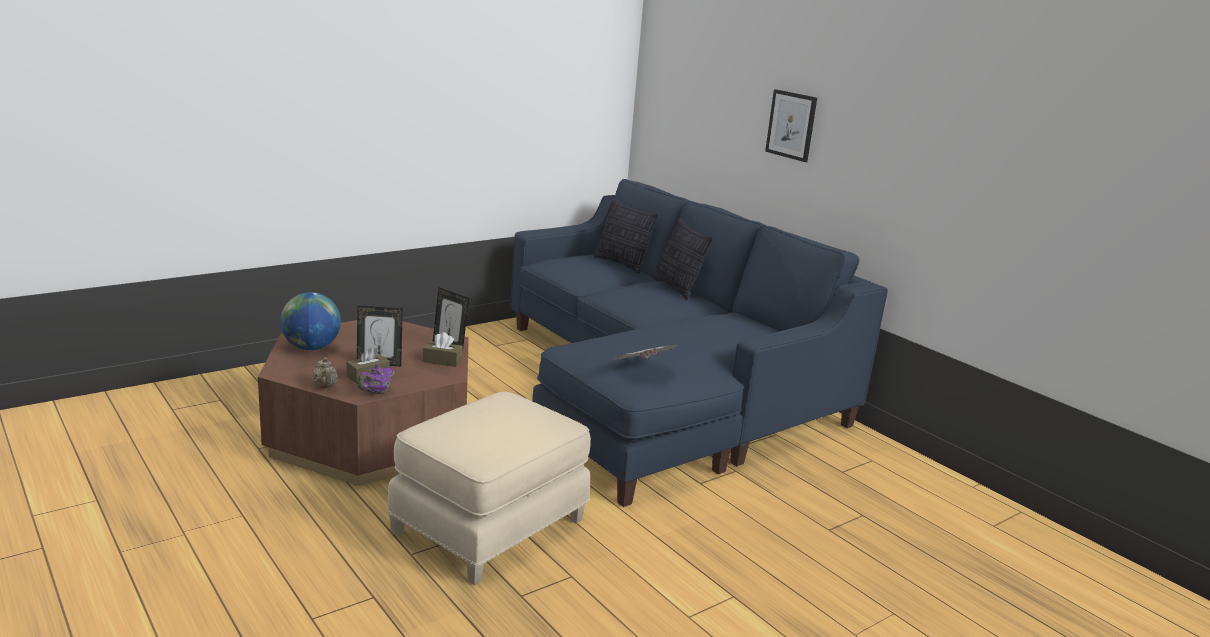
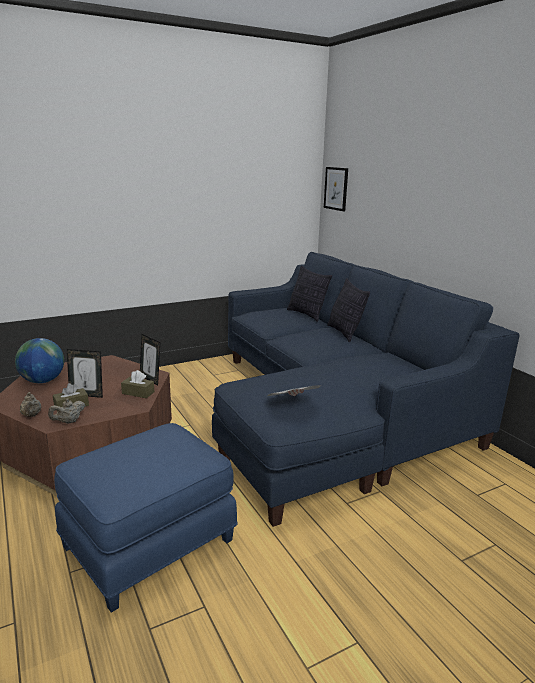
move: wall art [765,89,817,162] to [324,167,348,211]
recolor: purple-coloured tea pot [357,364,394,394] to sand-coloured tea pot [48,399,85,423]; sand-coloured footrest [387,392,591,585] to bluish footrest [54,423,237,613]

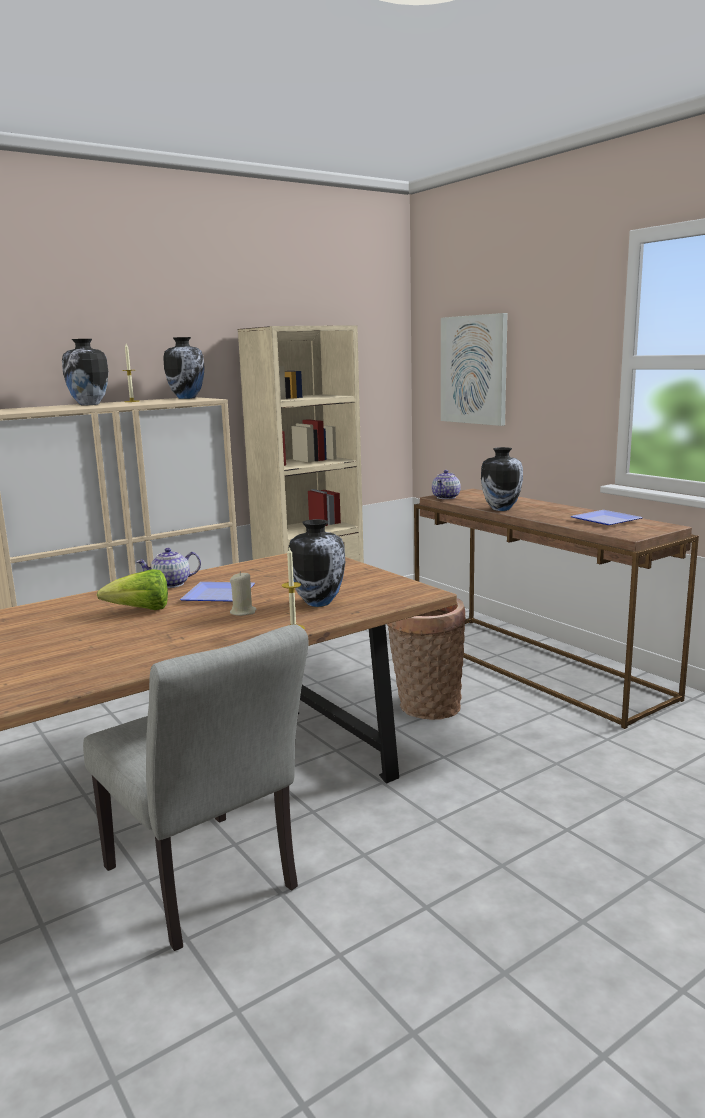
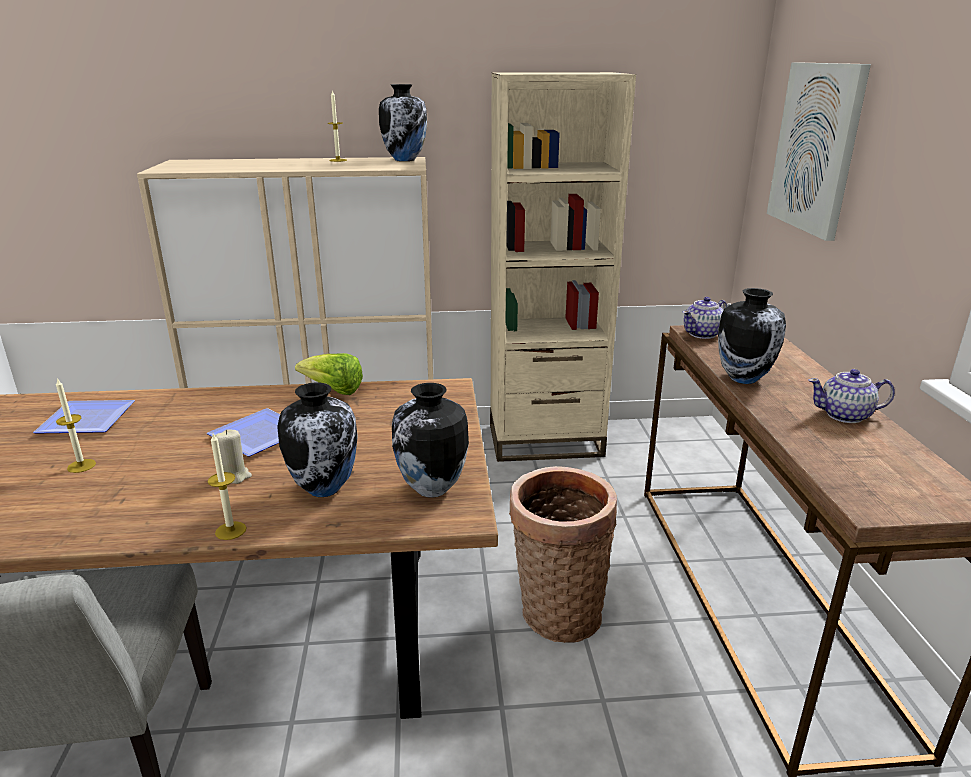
insert: wax candle [56,378,96,473]
move: vase [62,339,108,405] to [392,383,469,498]; plate [571,510,643,525] to [33,400,135,434]; tea pot [136,548,201,588] to [808,369,895,423]; lettuce [97,569,168,610] to [295,353,363,395]

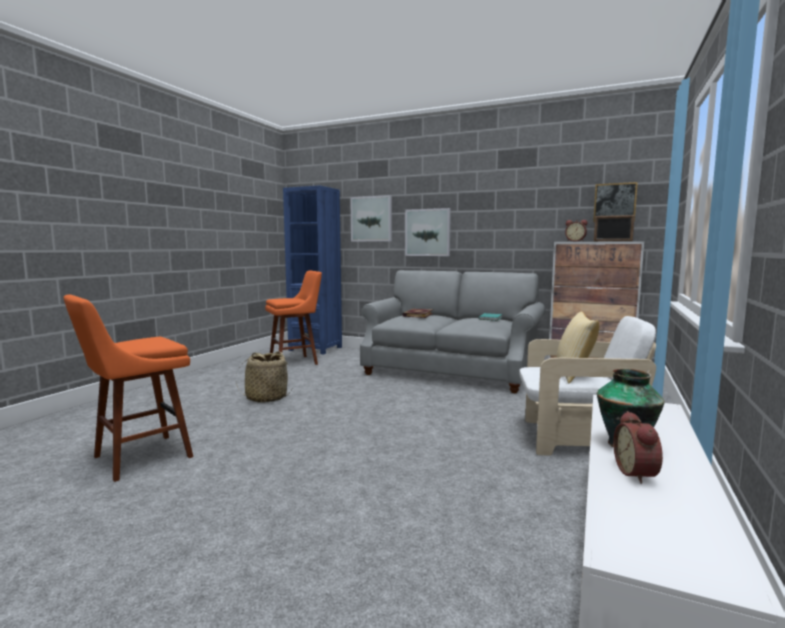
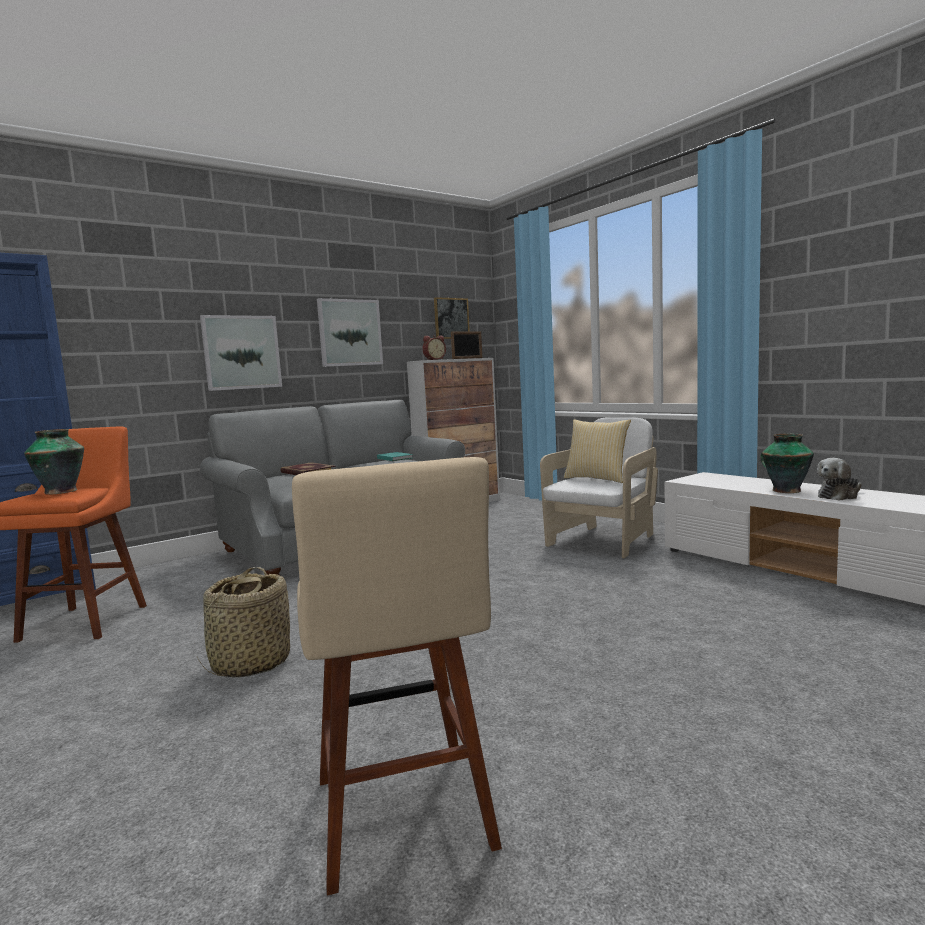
insert: vase [24,429,84,495]
move: wall art [350,195,392,242] to [317,298,383,367]
replace: table clock [613,411,663,484] to cuddly toy [817,458,862,501]
recolor: orange-coloured sitting stool [63,294,193,482] to sand-coloured sitting stool [292,457,502,896]

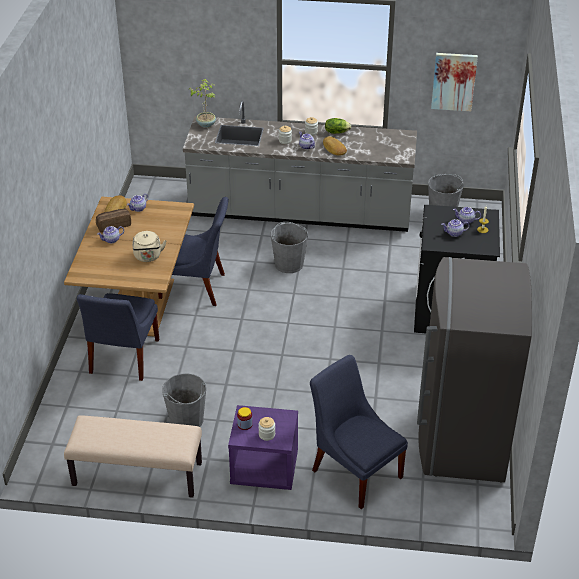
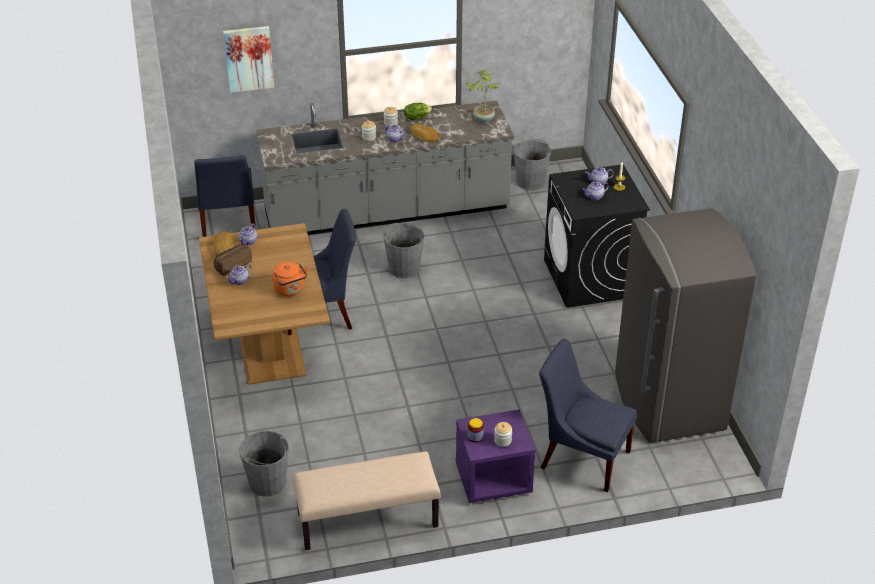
move: wall art [431,53,478,111] to [223,26,274,93]; plant in a pot [188,79,216,128] to [466,70,499,122]; bluish upright chair [77,293,159,381] to [194,155,256,237]; greyish bucket [162,373,206,427] to [239,431,288,497]
recolor: sand-coloured tea kettle [132,231,167,262] to orange-coloured tea kettle [272,262,308,296]

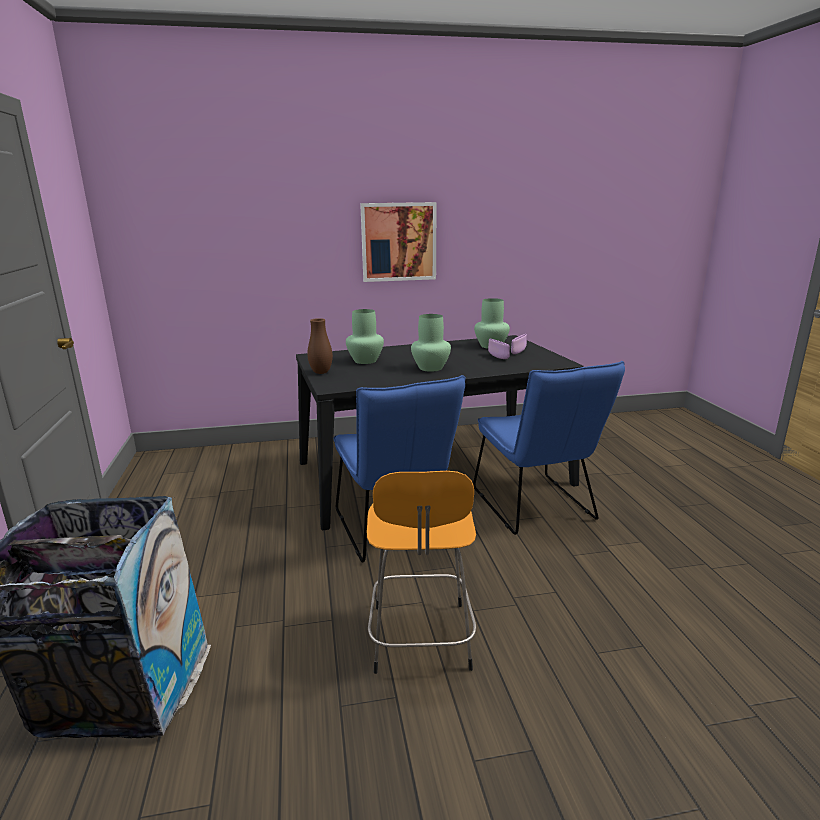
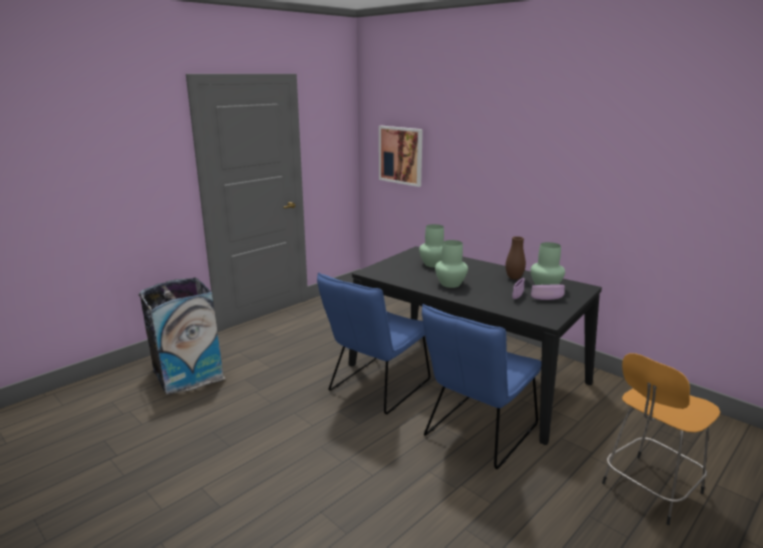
move: wall art [360,202,436,282] to [379,126,423,187]; brown-coloured vase [307,318,333,374] to [506,236,526,280]; orange-coloured sitting stool [367,471,476,674] to [602,353,720,525]

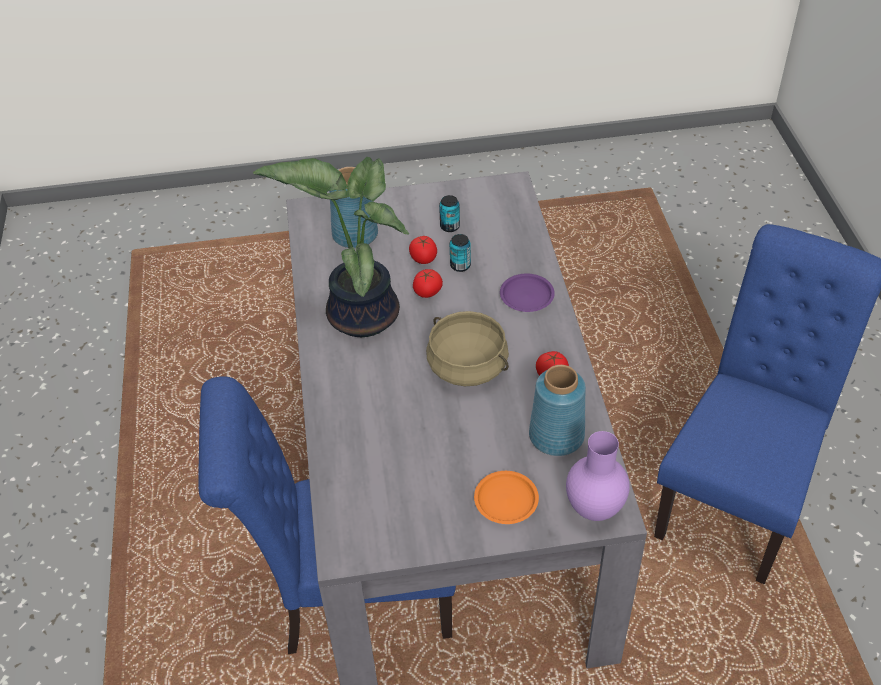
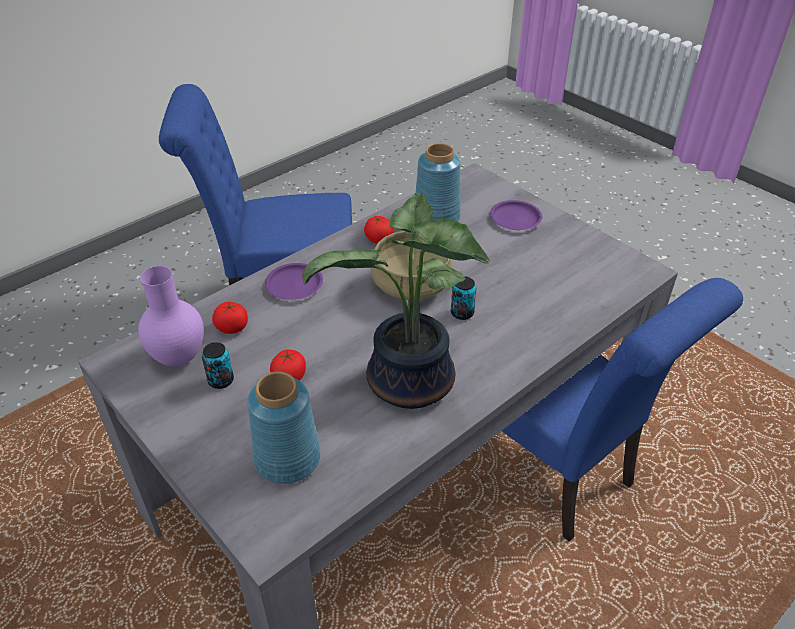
move: can [450,234,471,272] to [451,276,477,320]; fresh tomato [413,269,443,298] to [212,302,248,334]; purple-coloured vase [566,431,630,521] to [138,266,204,366]
recolor: orange-coloured plate [474,471,539,524] to purple-coloured plate [490,200,542,230]

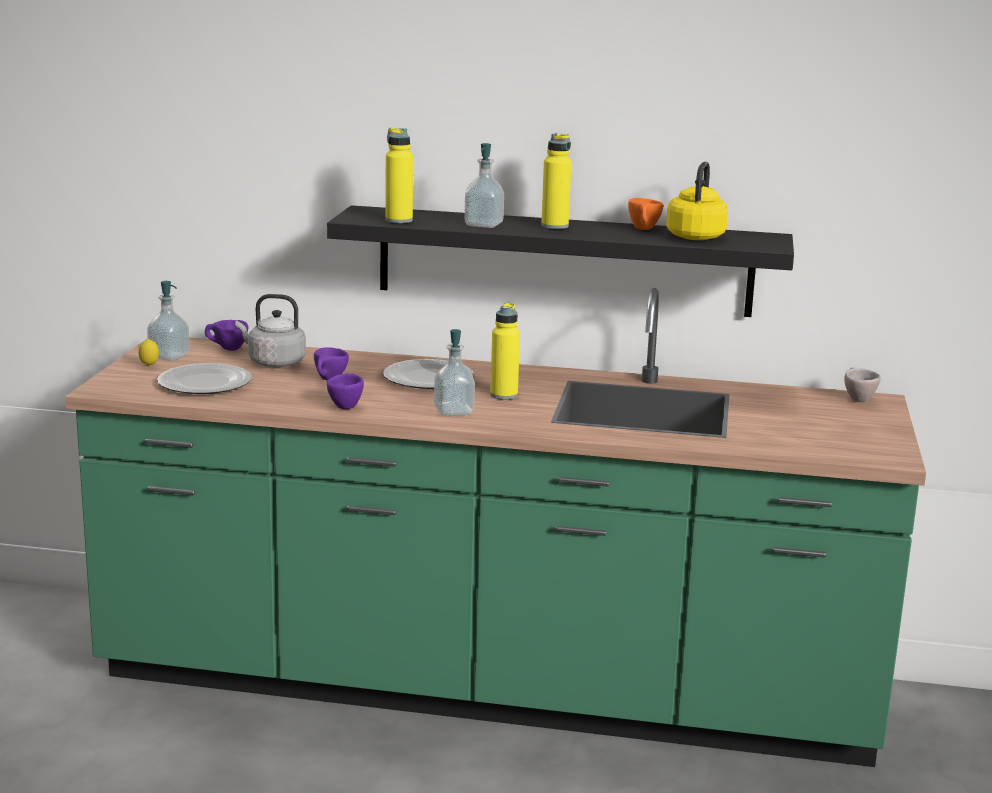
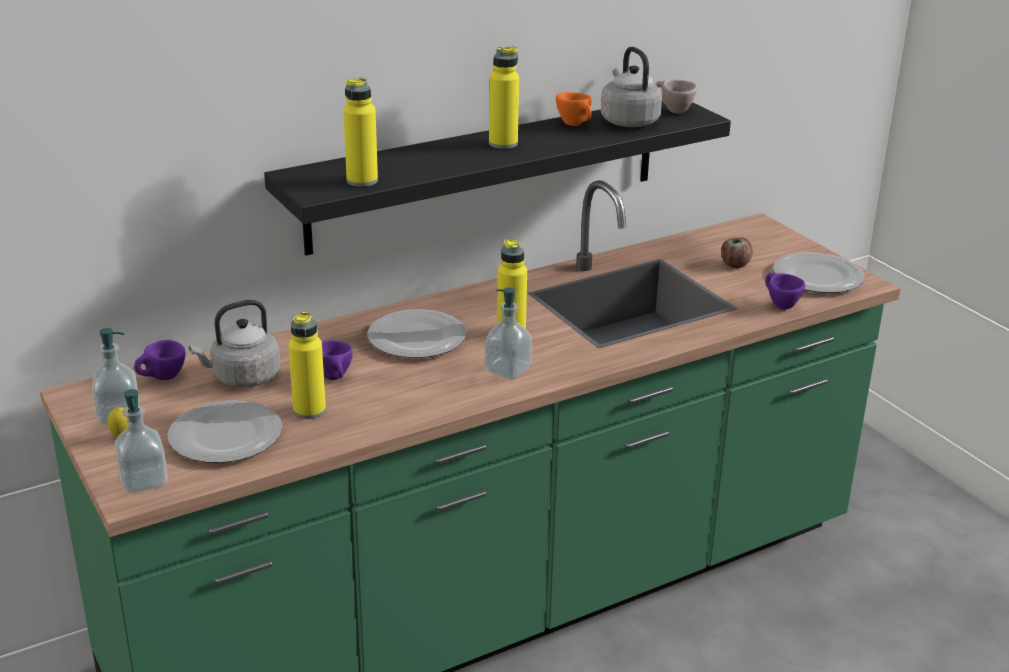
insert: whole apple [721,237,753,268]; plate [773,252,865,293]; yellow-coloured bottle [288,311,326,419]
move: soap dispenser [464,143,504,228] to [114,389,168,493]; sand-coloured cup [844,367,881,402] to [656,79,697,114]; purple-coloured cup [327,373,364,409] to [765,273,805,310]
recolor: yellow-coloured tea kettle [666,162,728,240] to greyish tea kettle [601,47,662,127]

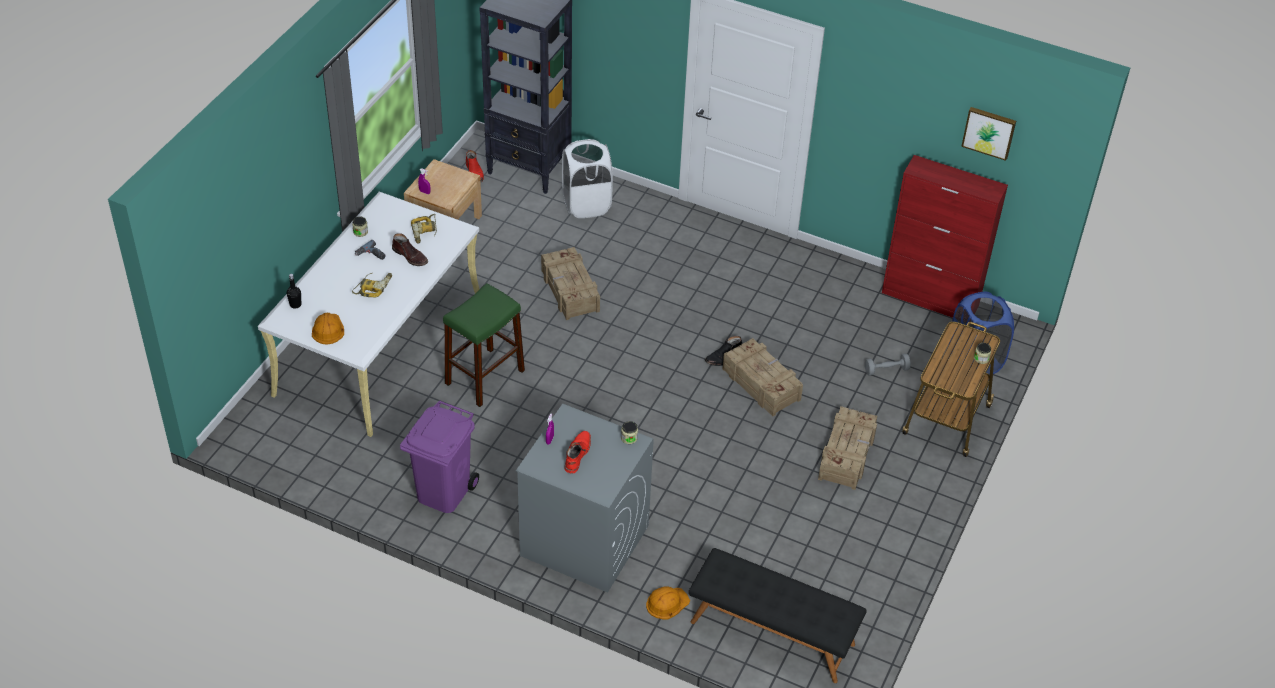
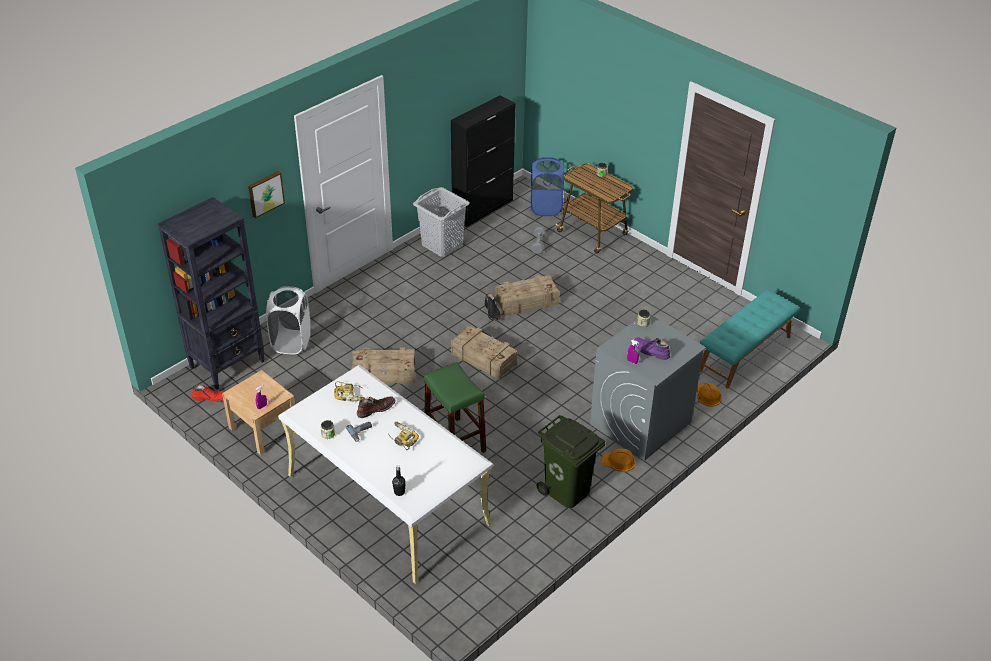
insert: greyish laundry basket [413,187,470,257]
move: wall art [961,107,1016,161] to [248,171,285,218]; orange-coloured hard hat [312,313,344,344] to [601,448,636,472]; packing crate [818,406,877,490] to [451,326,518,380]
recolor: red storage cabinet [882,155,1008,318] to black-coloured storage cabinet [451,95,516,227]; purple-coloured trash can [400,401,479,513] to green trash can [536,415,605,508]; red boot [565,431,591,474] to purple-coloured boot [634,337,670,360]; black-coloured bench [689,548,866,683] to turquoise-coloured bench [700,290,800,389]

